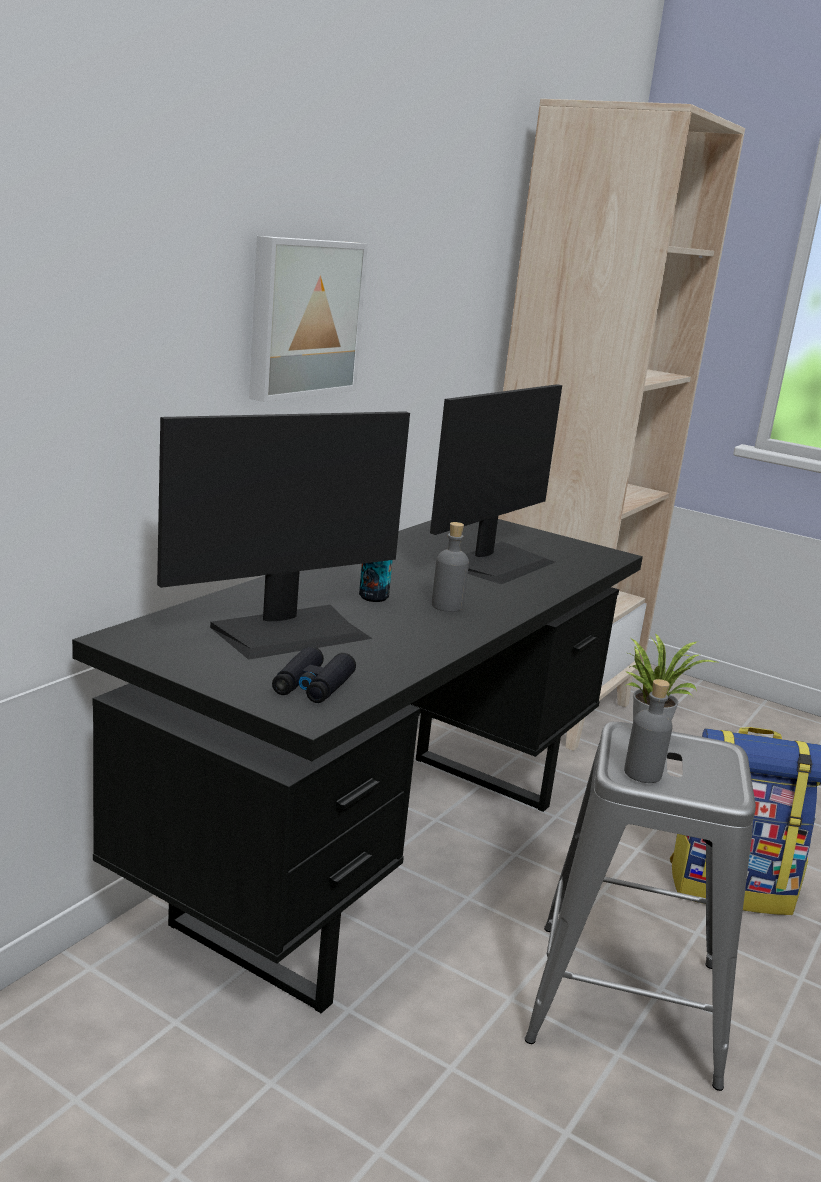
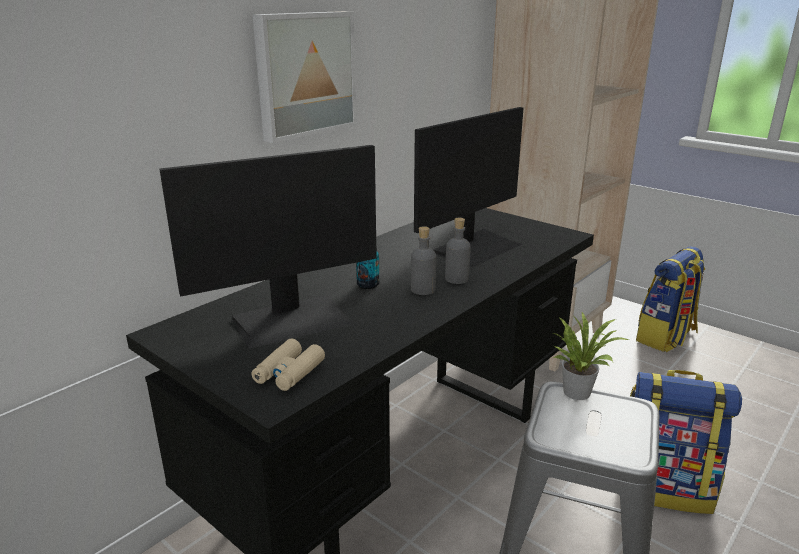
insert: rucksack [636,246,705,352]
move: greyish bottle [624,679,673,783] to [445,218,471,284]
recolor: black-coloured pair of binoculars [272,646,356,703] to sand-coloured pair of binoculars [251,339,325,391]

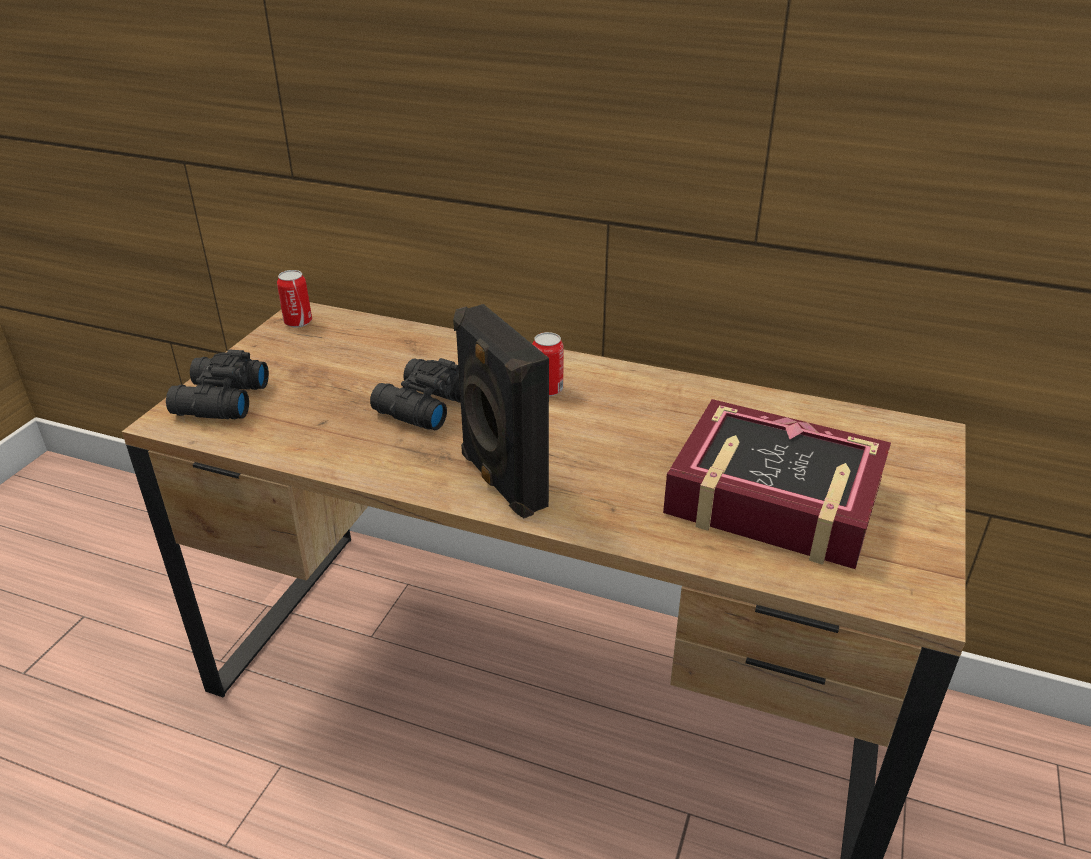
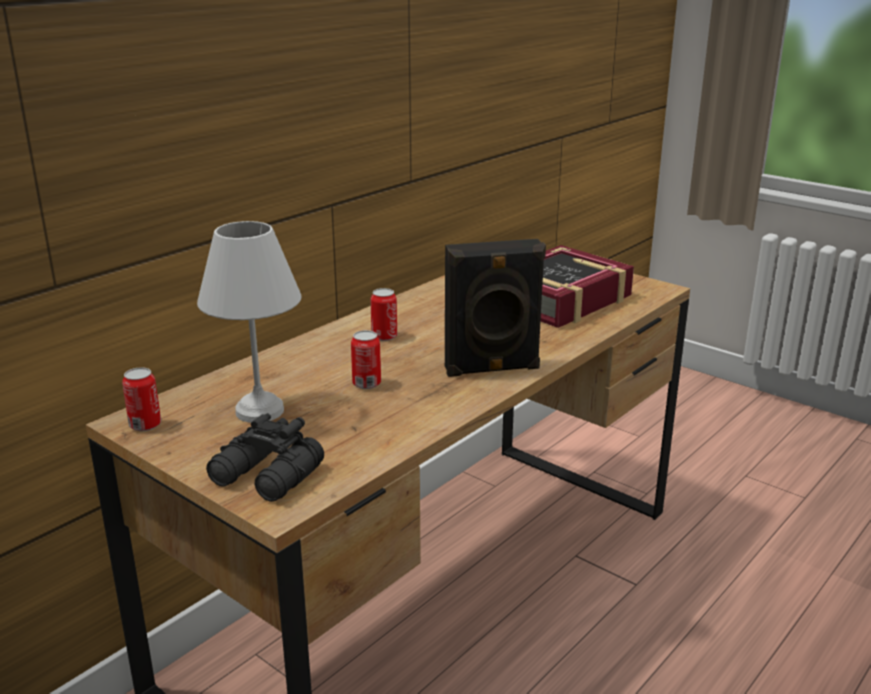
insert: white lamp for a table [197,221,301,423]
replace: black-coloured pair of binoculars [370,358,461,430] to can [351,330,381,389]

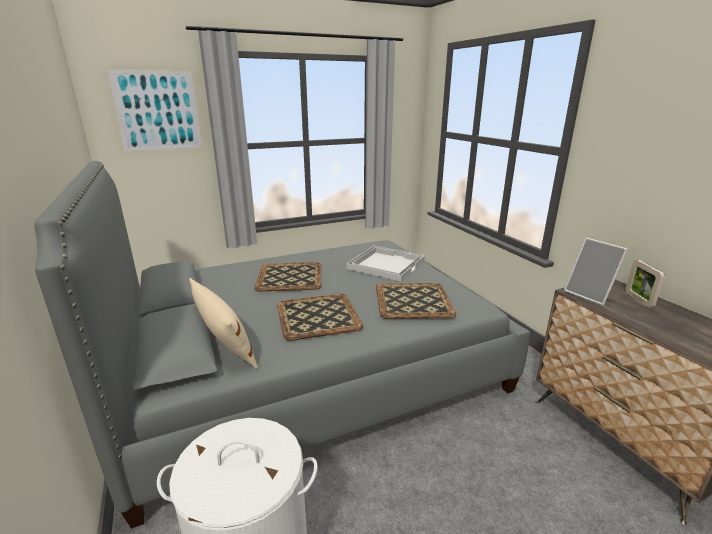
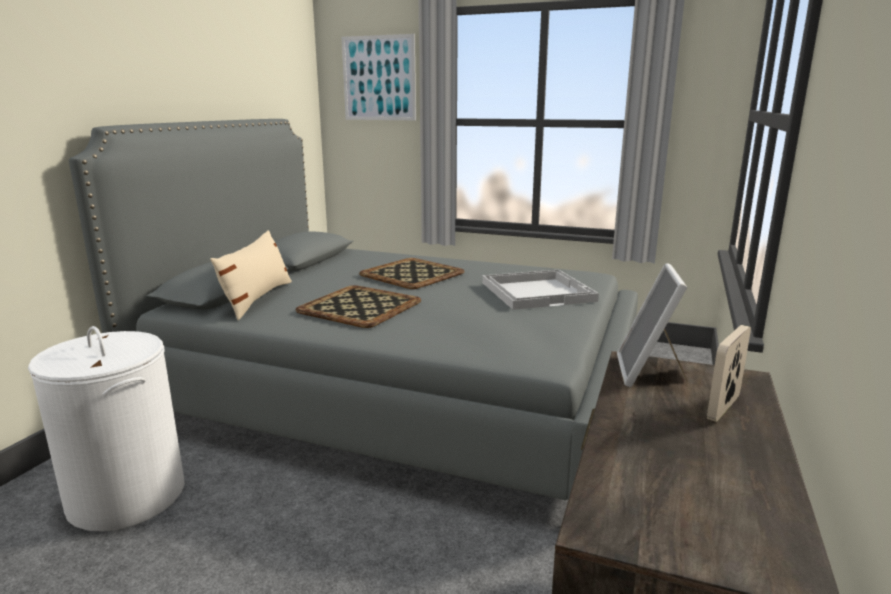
delete: serving tray [376,283,456,319]

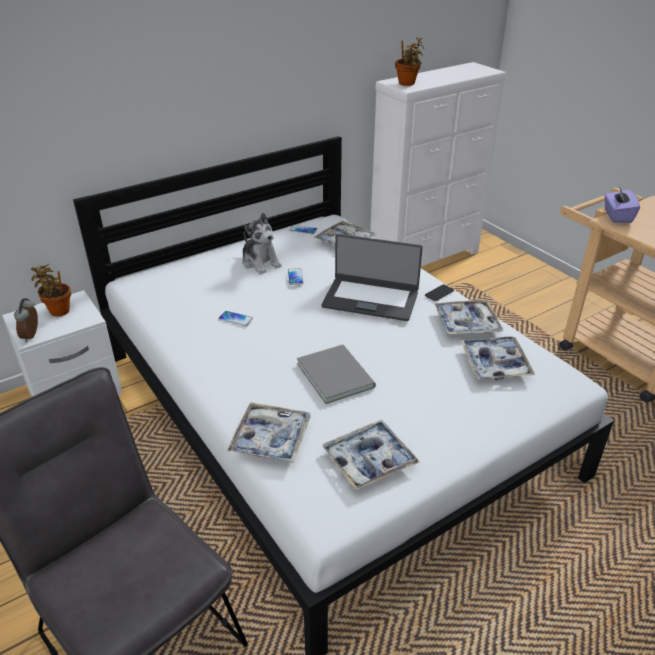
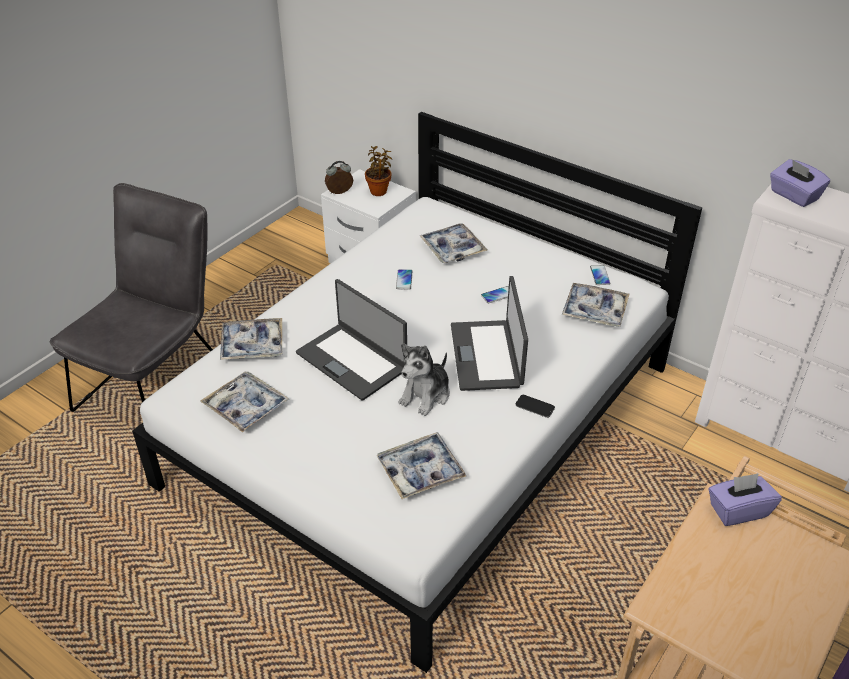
move: cuddly toy [242,213,282,274] to [399,343,450,416]; serving tray [435,300,503,335] to [420,223,487,263]
replace: plant in a pot [395,37,424,86] to purple-coloured tissue box [770,159,830,207]; greyish book [297,345,376,404] to notebook computer [296,279,407,401]

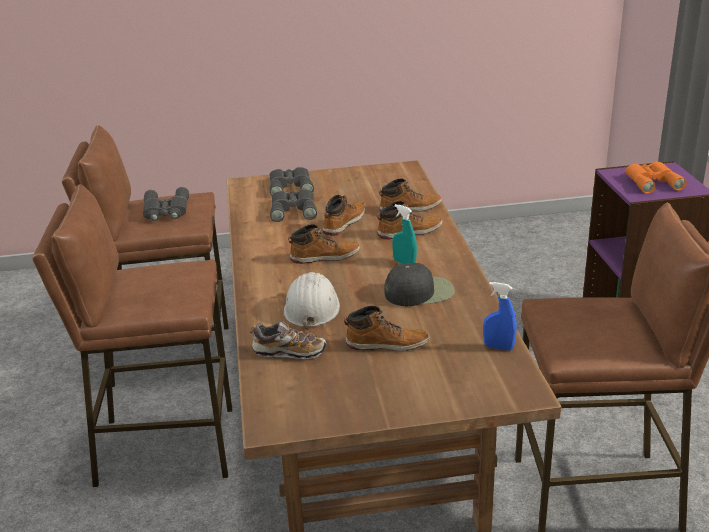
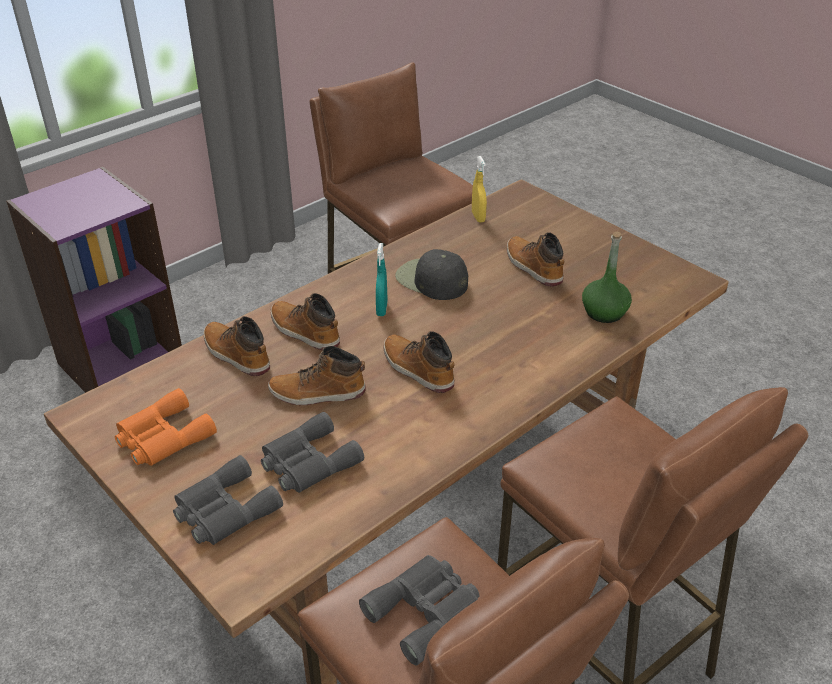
delete: white hard hat [284,272,340,330]
move: orange-coloured pair of binoculars [625,162,687,194] to [115,388,217,466]
replace: shoe [250,321,326,359] to green bottle [582,232,632,323]
recolor: bluish spray bottle [483,282,517,351] to yellow-coloured spray bottle [472,156,487,222]

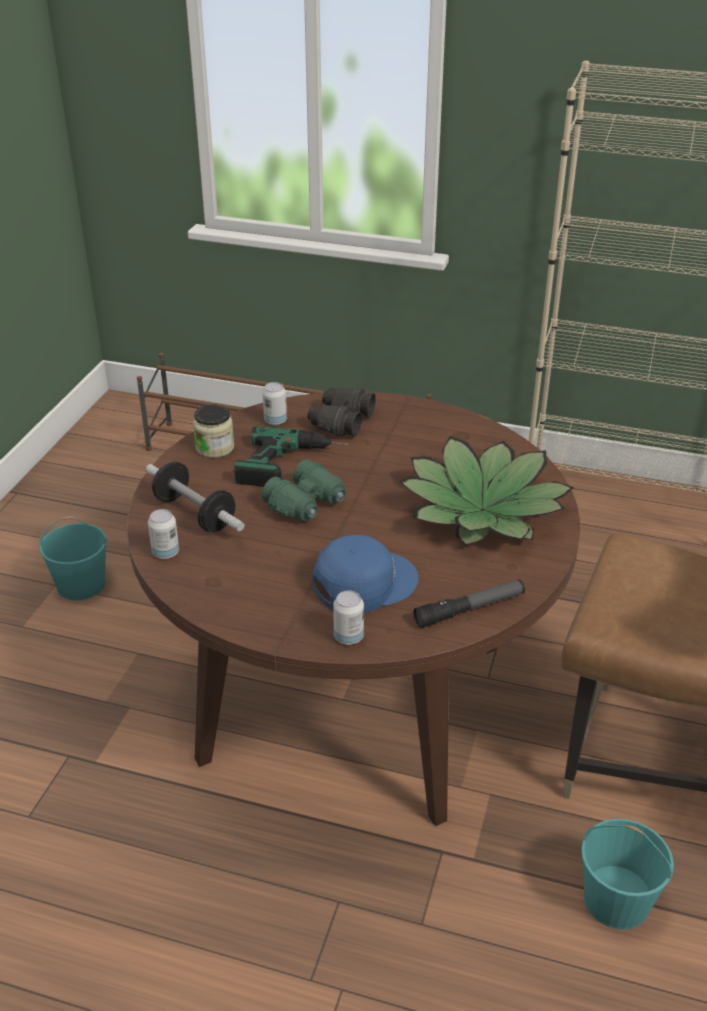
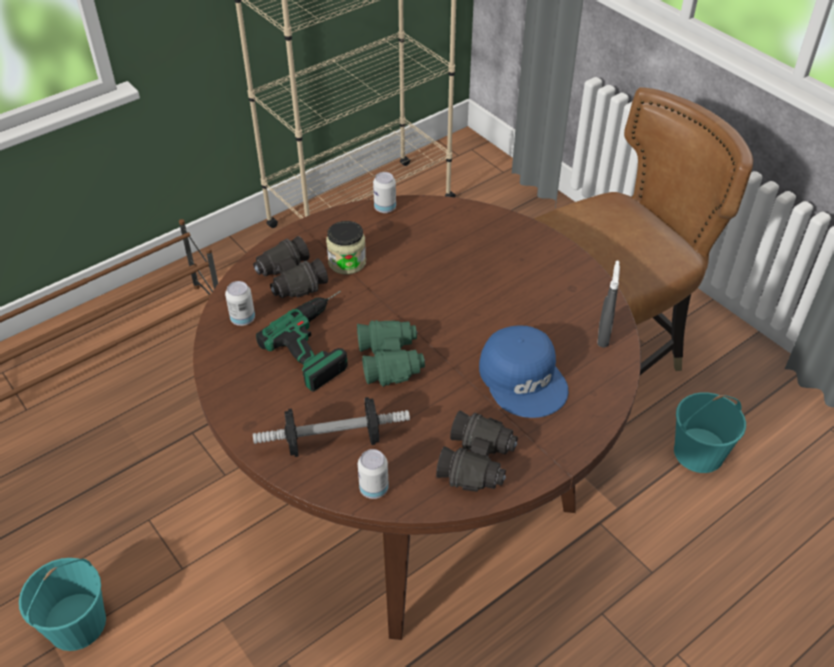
delete: plant in a pot [399,436,574,545]
insert: black-coloured pair of binoculars [436,410,518,492]
move: storage jar [193,405,234,458] to [326,221,366,274]; can [333,590,364,645] to [373,172,396,213]
replace: torch [414,579,525,628] to greyish spray bottle [597,260,620,348]
rotate: bluish peaked cap [313,535,419,613] = [479,326,568,418] 150 degrees clockwise

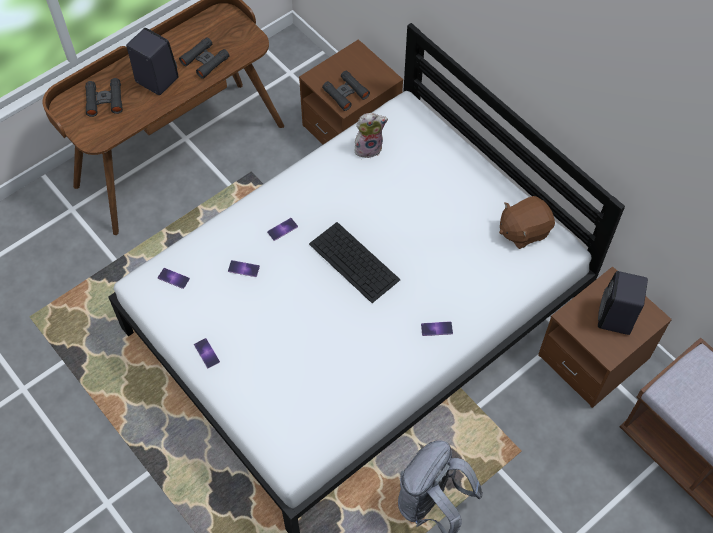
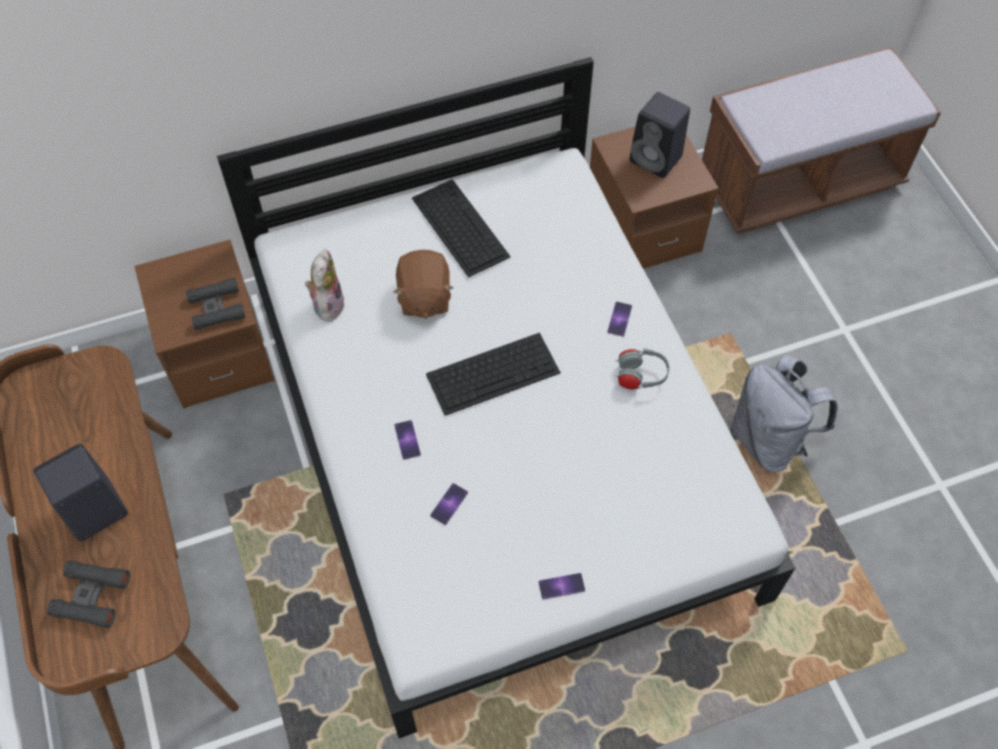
delete: black-coloured pair of binoculars [179,37,229,79]; telephone [158,268,190,289]
insert: keyboard [412,179,511,278]; greyish pair of headphones [615,348,669,390]
move: brown-coloured cuddly toy [499,196,555,249] to [394,250,453,319]

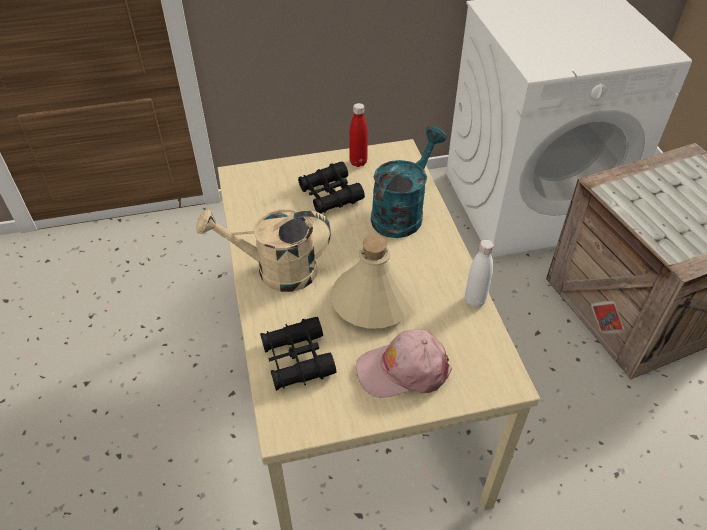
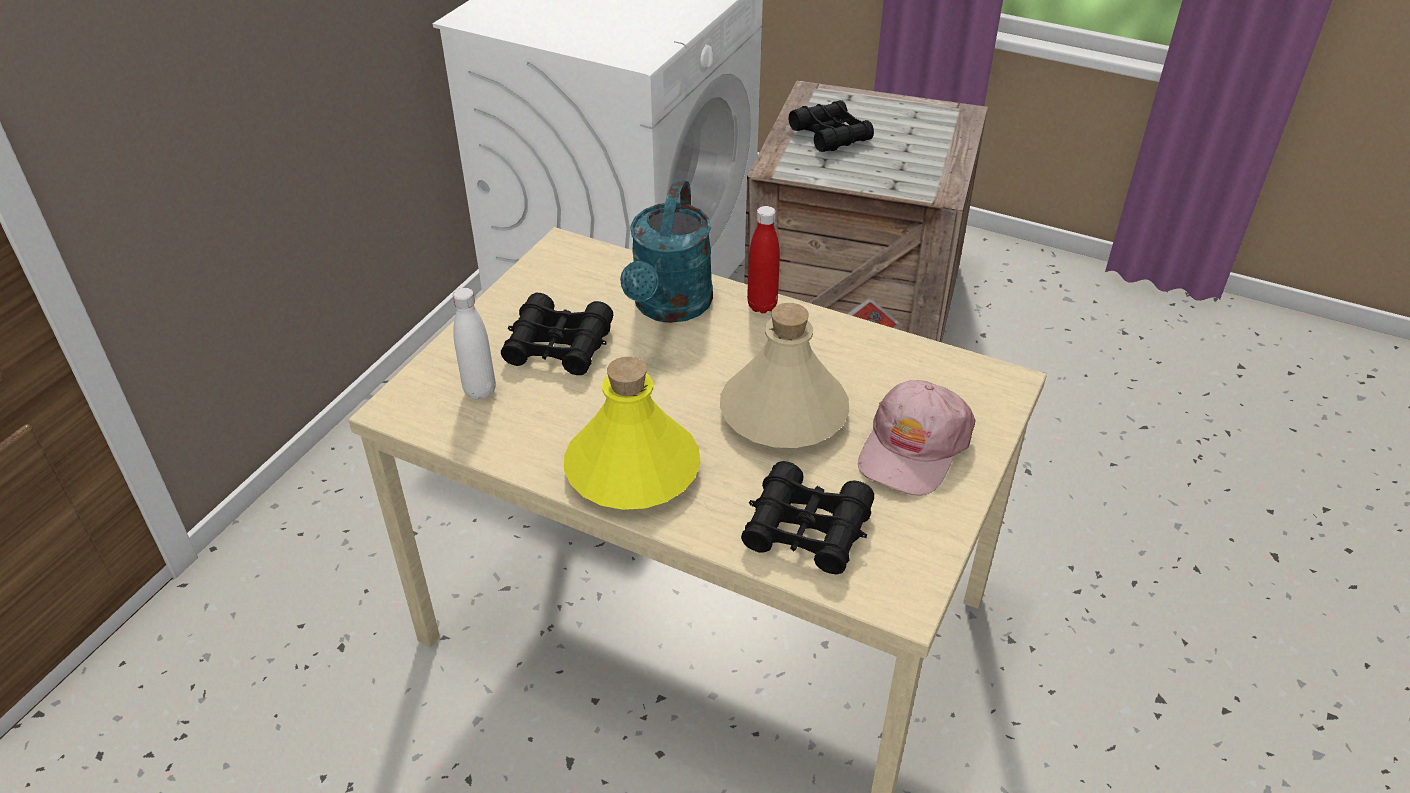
insert: black-coloured pair of binoculars [789,100,874,152]
move: red bottle [349,103,368,167] to [747,206,780,313]; white bottle [465,239,494,308] to [453,288,496,400]
replace: sand-coloured sprinkling can [196,209,331,292] to yellow-coloured bottle [564,357,700,510]
rotate: turquoise-coloured sprinkling can [371,126,447,238] = [620,180,713,323] 150 degrees counterclockwise

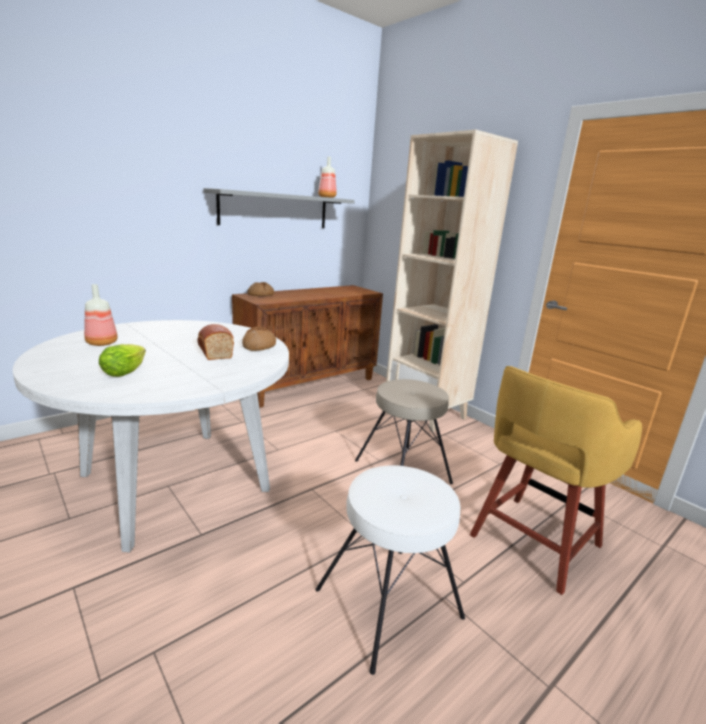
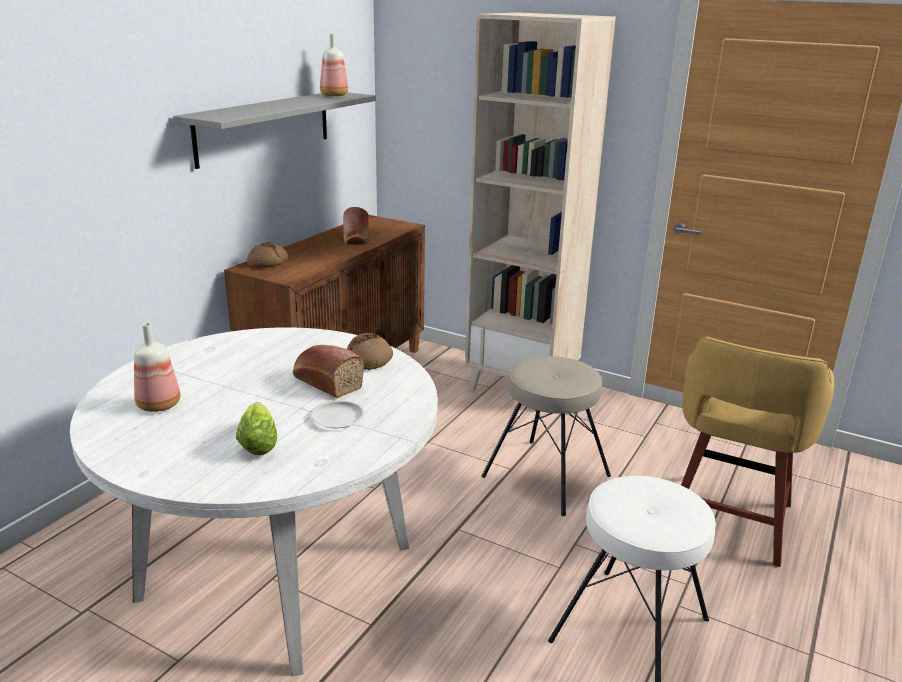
insert: baked bread [343,207,369,245]; white plate [310,400,366,428]

